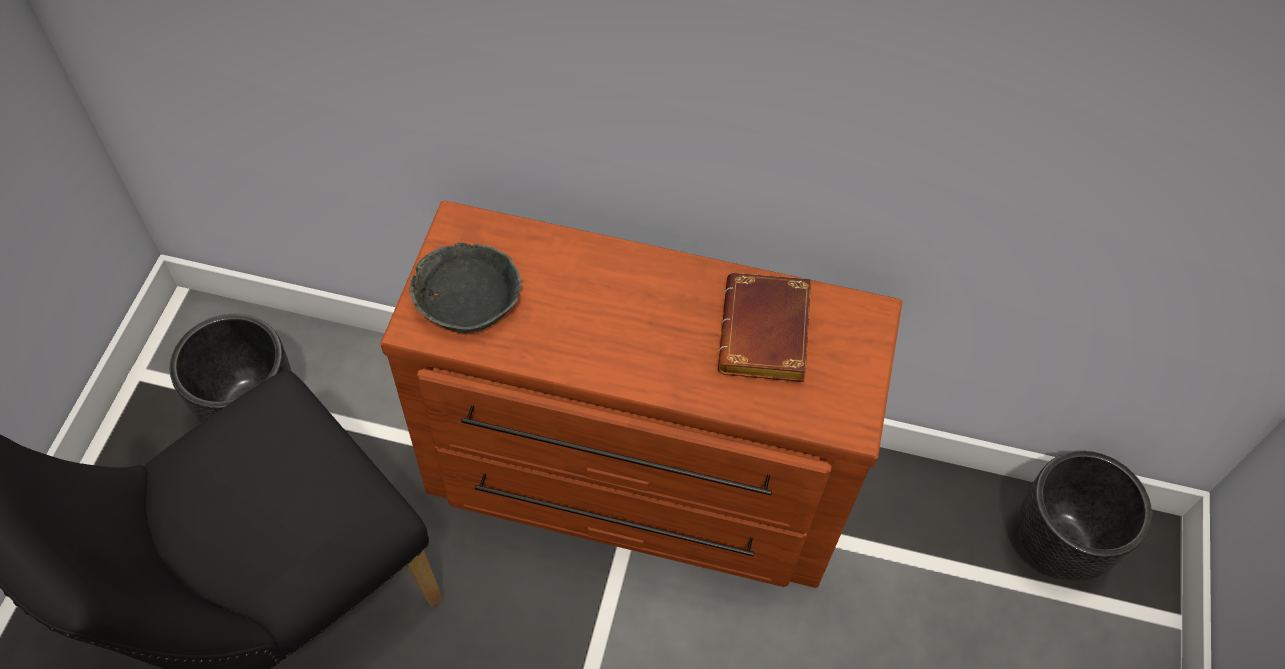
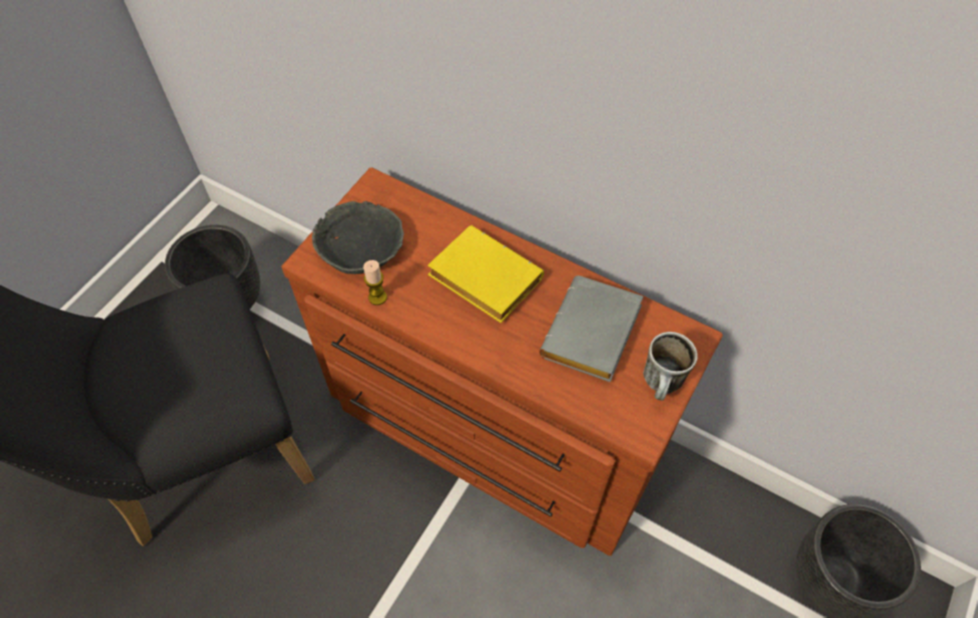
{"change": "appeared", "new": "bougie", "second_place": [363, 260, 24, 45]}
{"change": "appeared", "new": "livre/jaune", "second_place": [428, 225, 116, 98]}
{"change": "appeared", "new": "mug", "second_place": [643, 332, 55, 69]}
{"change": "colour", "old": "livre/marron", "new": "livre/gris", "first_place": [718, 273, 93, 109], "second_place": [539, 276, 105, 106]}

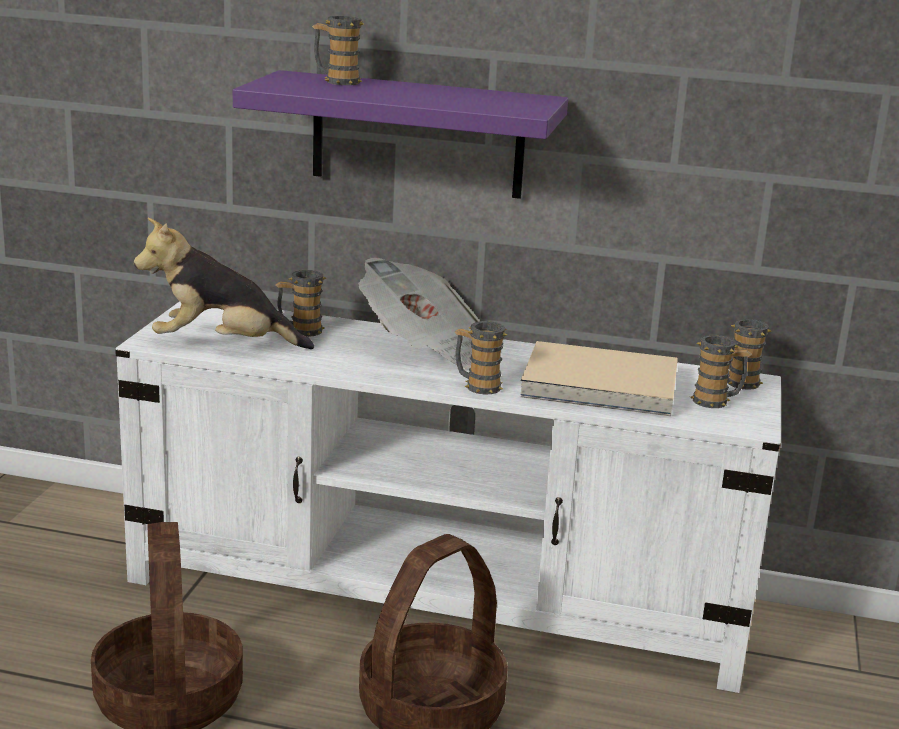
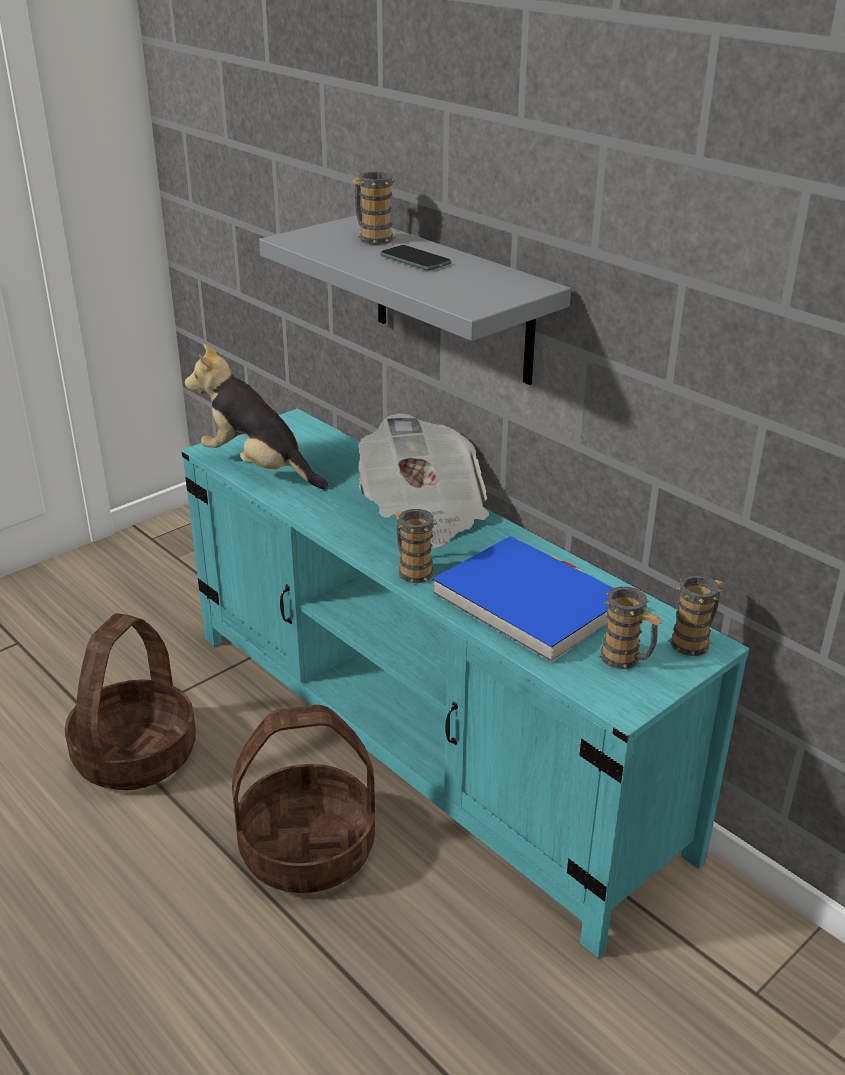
{"change": "missing", "old": "mug", "first_place": [275, 270, 51, 67]}
{"change": "appeared", "new": "téléphone", "second_place": [380, 245, 71, 26]}
{"change": "colour", "old": "meuble télé/blanc", "new": "meuble télé/turquoise", "first_place": [115, 301, 666, 392], "second_place": [182, 409, 567, 549]}
{"change": "colour", "old": "étagère/violet", "new": "étagère/gris", "first_place": [233, 70, 335, 129], "second_place": [259, 216, 312, 169]}
{"change": "colour", "old": "livre/beige", "new": "livre/bleu", "first_place": [521, 341, 157, 76], "second_place": [432, 536, 182, 127]}

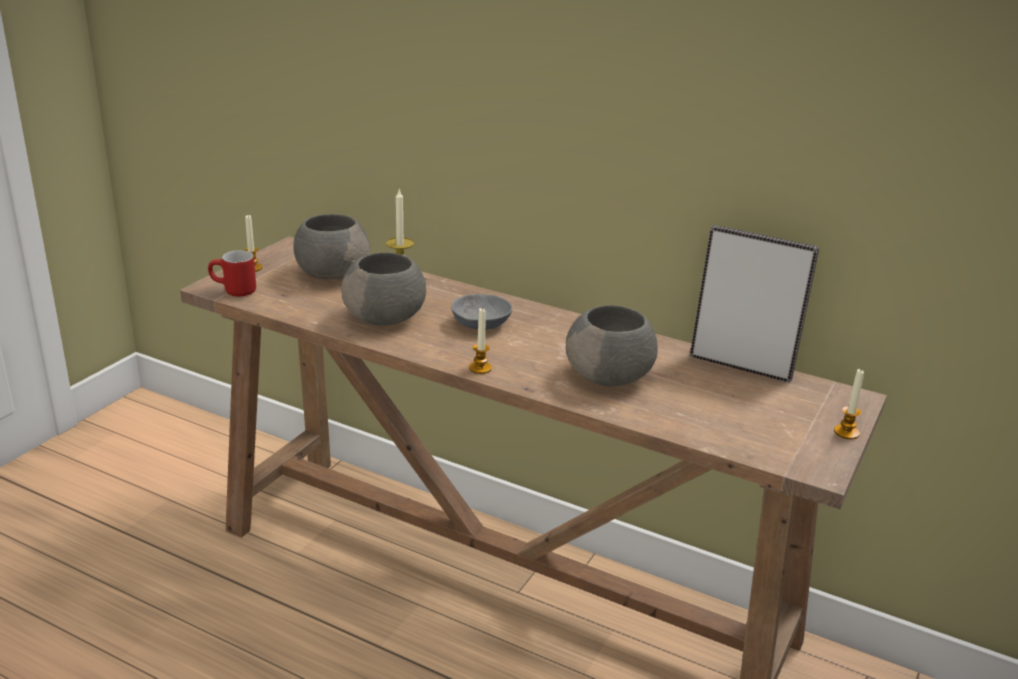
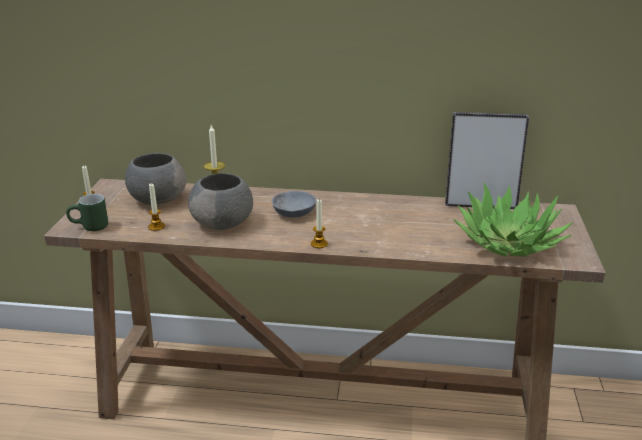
{"change": "missing", "old": "bol/gris", "first_place": [566, 305, 92, 81]}
{"change": "appeared", "new": "plante en pot", "second_place": [453, 183, 119, 74]}
{"change": "relocated", "old": "bougie", "first_place": [834, 369, 30, 70], "second_place": [148, 183, 17, 48]}
{"change": "colour", "old": "mug/rouge", "new": "mug/vert", "first_place": [208, 250, 48, 47], "second_place": [66, 194, 42, 37]}

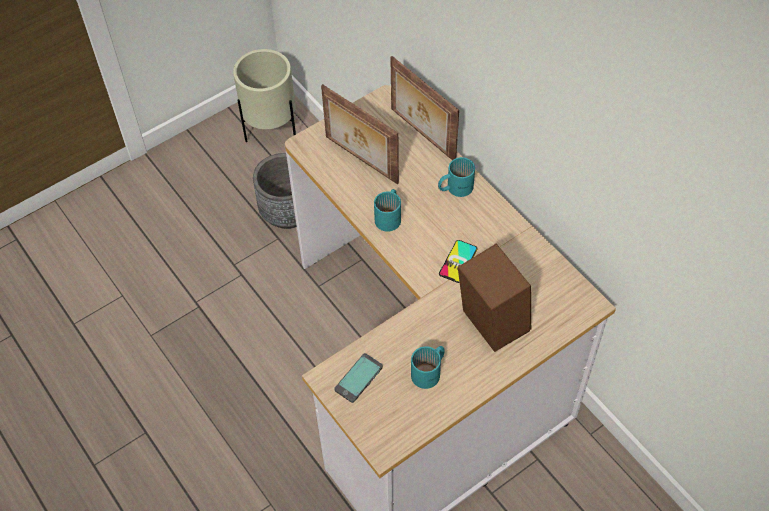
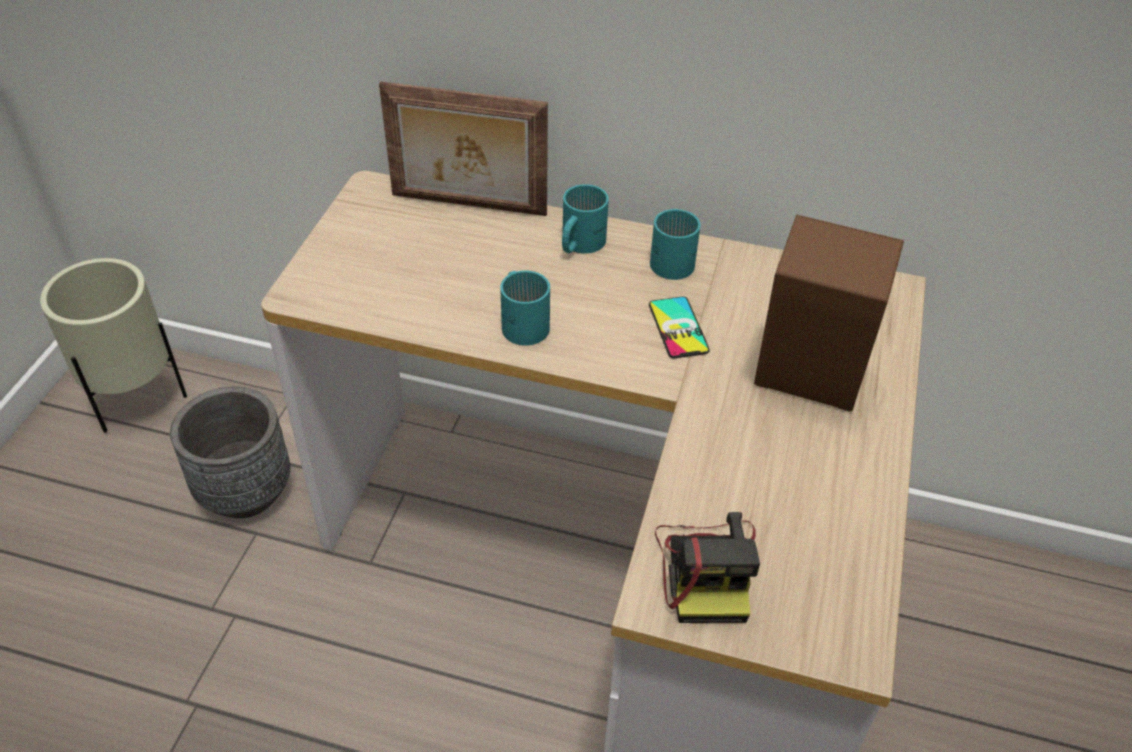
{"change": "missing", "old": "cadre photo", "first_place": [321, 84, 78, 100]}
{"change": "relocated", "old": "mug/turquoise", "first_place": [411, 346, 34, 43], "second_place": [650, 209, 51, 71]}
{"change": "exchanged", "old": "téléphone", "new": "appareil photo", "first_place": [334, 353, 49, 50], "second_place": [655, 512, 105, 111]}

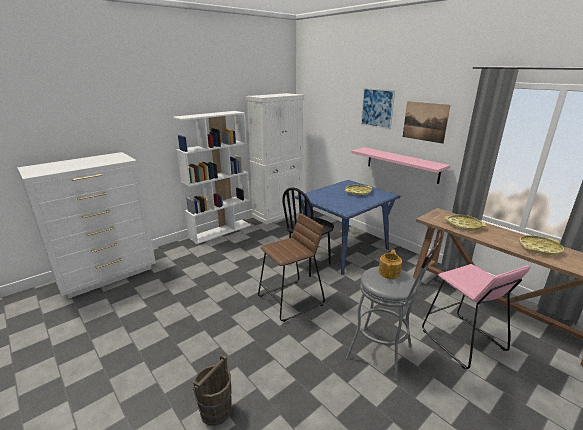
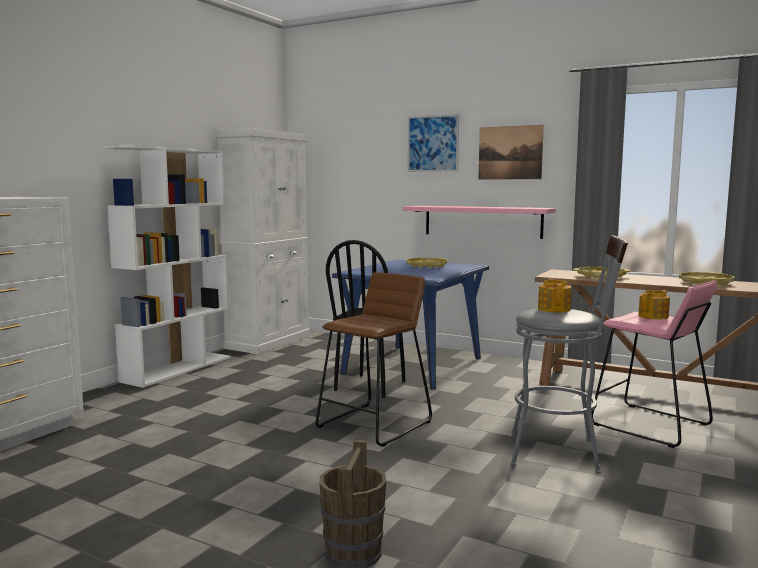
{"change": "appeared", "new": "théière", "second_place": [638, 290, 32, 29]}

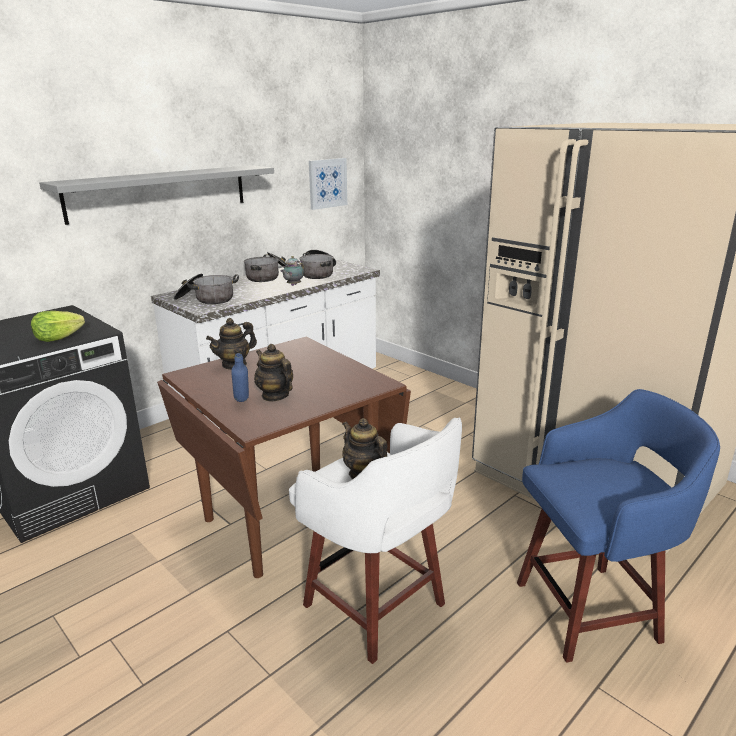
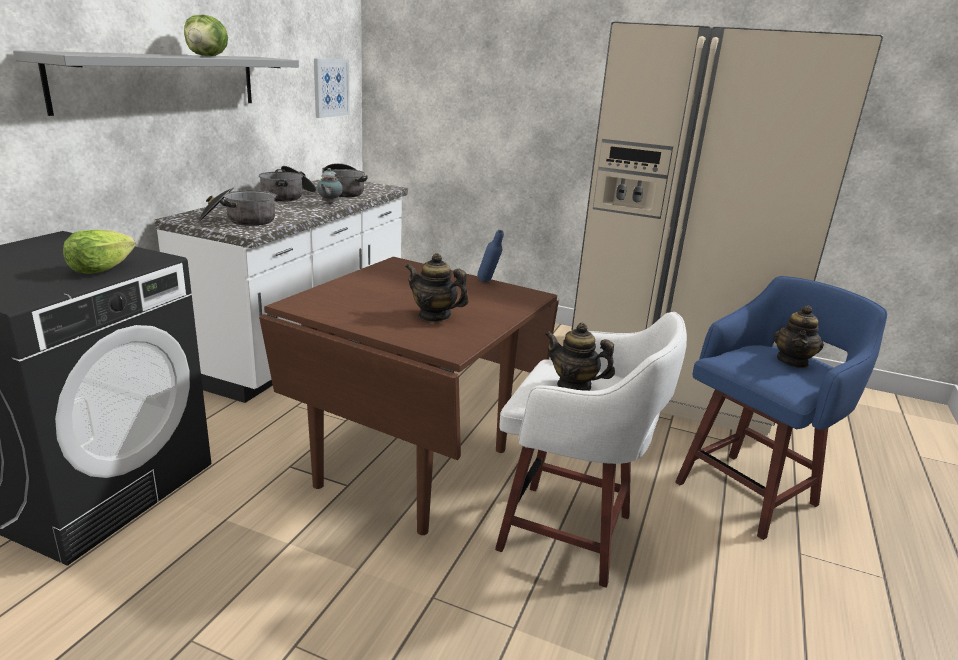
{"change": "appeared", "new": "laitue", "second_place": [184, 15, 44, 41]}
{"change": "relocated", "old": "théière", "first_place": [206, 318, 51, 52], "second_place": [774, 305, 50, 63]}
{"change": "relocated", "old": "bouteille/bleu", "first_place": [231, 353, 18, 49], "second_place": [477, 230, 27, 52]}

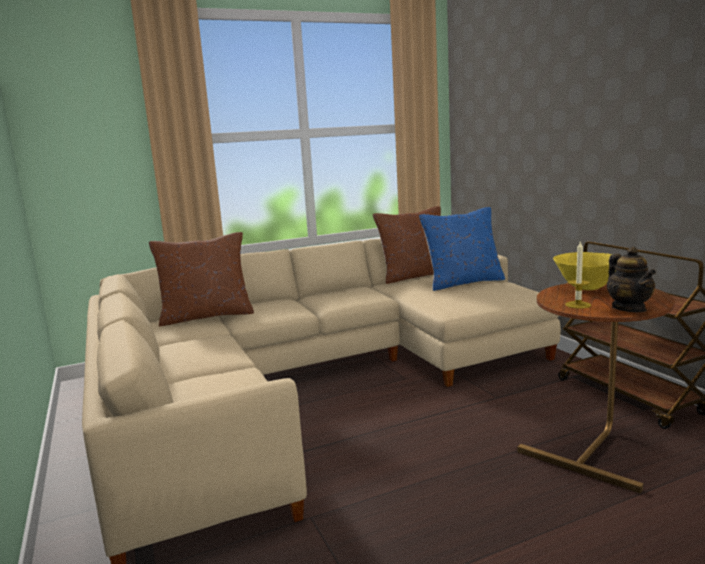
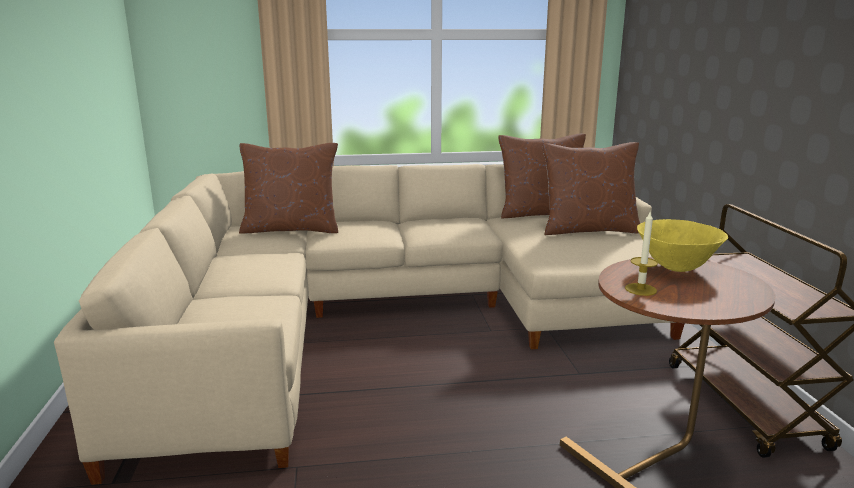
{"change": "missing", "old": "théière", "first_place": [607, 247, 49, 65]}
{"change": "colour", "old": "coussin/bleu", "new": "coussin/marron", "first_place": [419, 207, 86, 84], "second_place": [542, 142, 98, 93]}

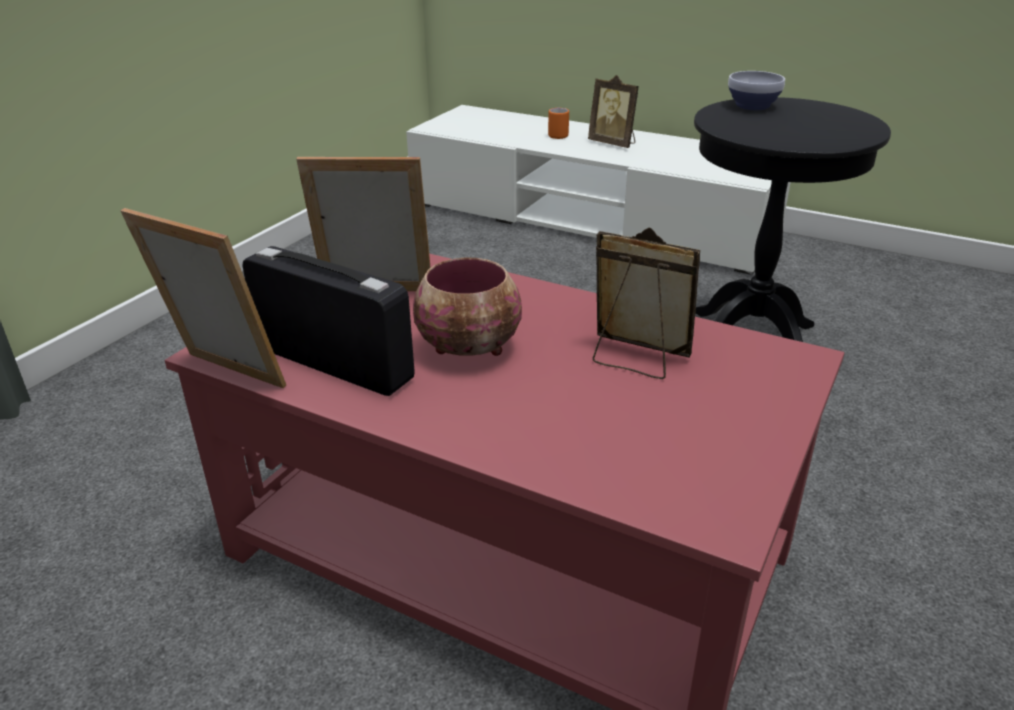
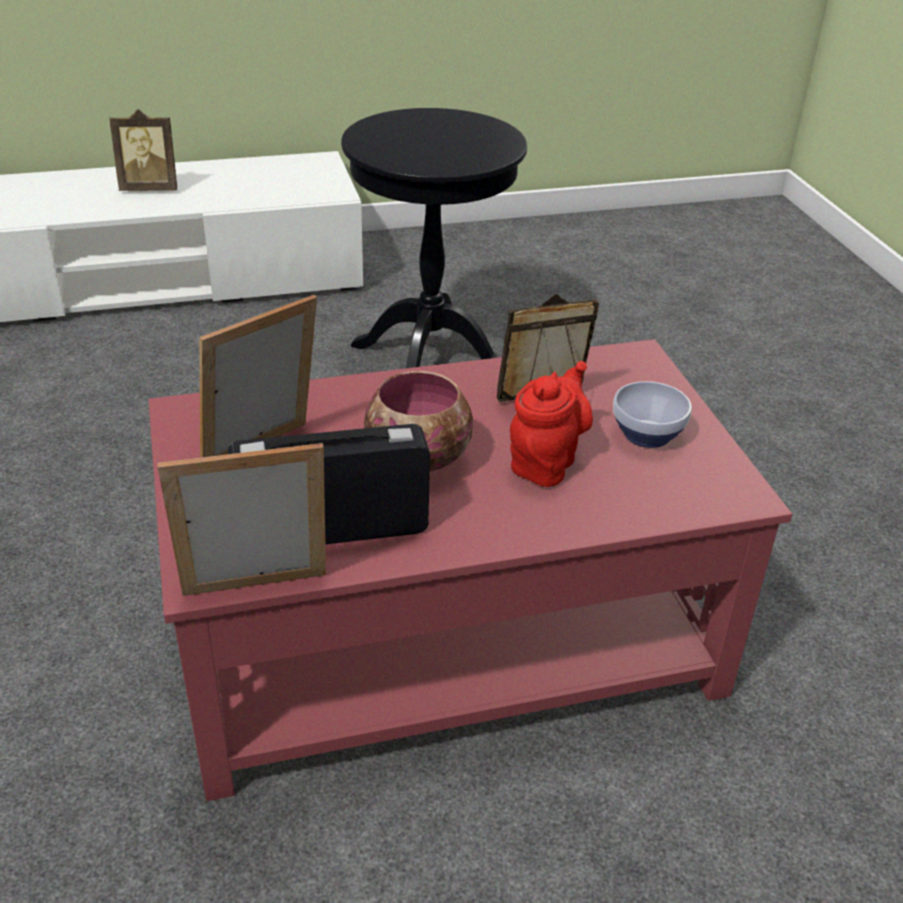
{"change": "missing", "old": "mug/orange", "first_place": [548, 108, 21, 31]}
{"change": "appeared", "new": "théière/rouge", "second_place": [510, 361, 83, 126]}
{"change": "relocated", "old": "bol", "first_place": [728, 71, 57, 39], "second_place": [613, 381, 79, 67]}

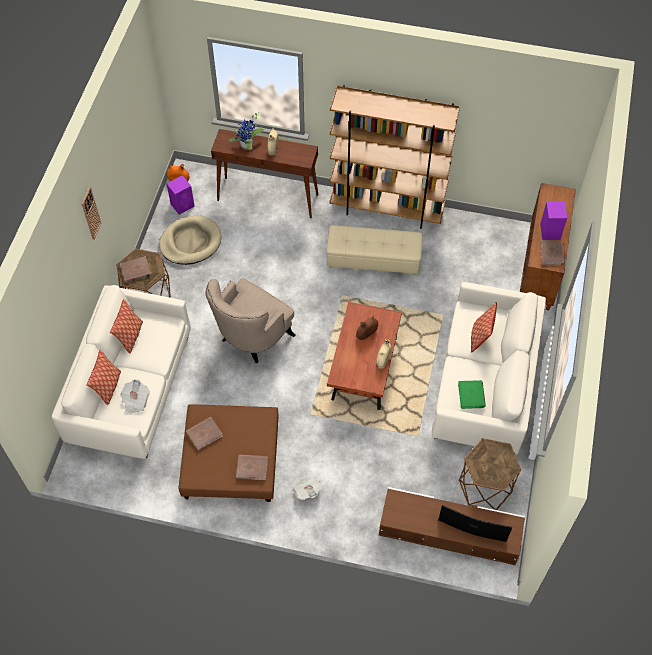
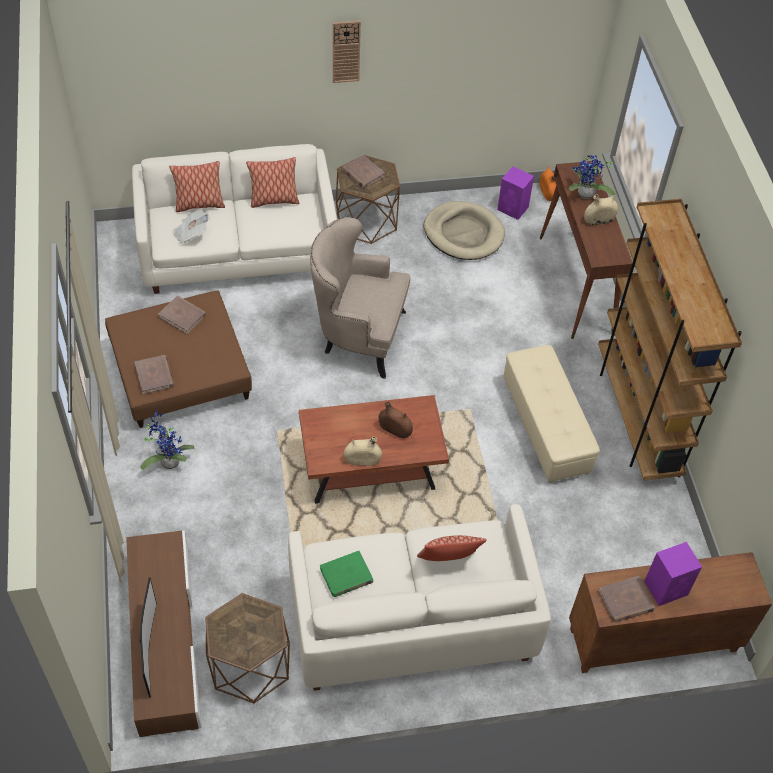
{"change": "exchanged", "old": "journal", "new": "plante en pot", "first_place": [292, 476, 30, 24], "second_place": [140, 410, 54, 60]}

